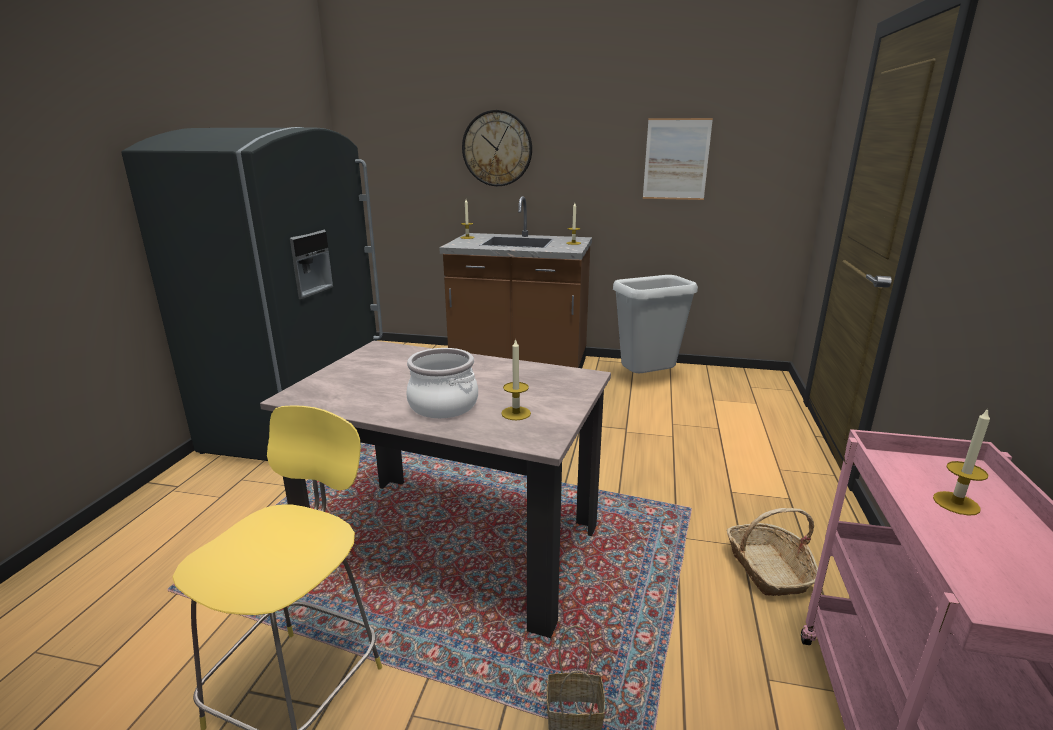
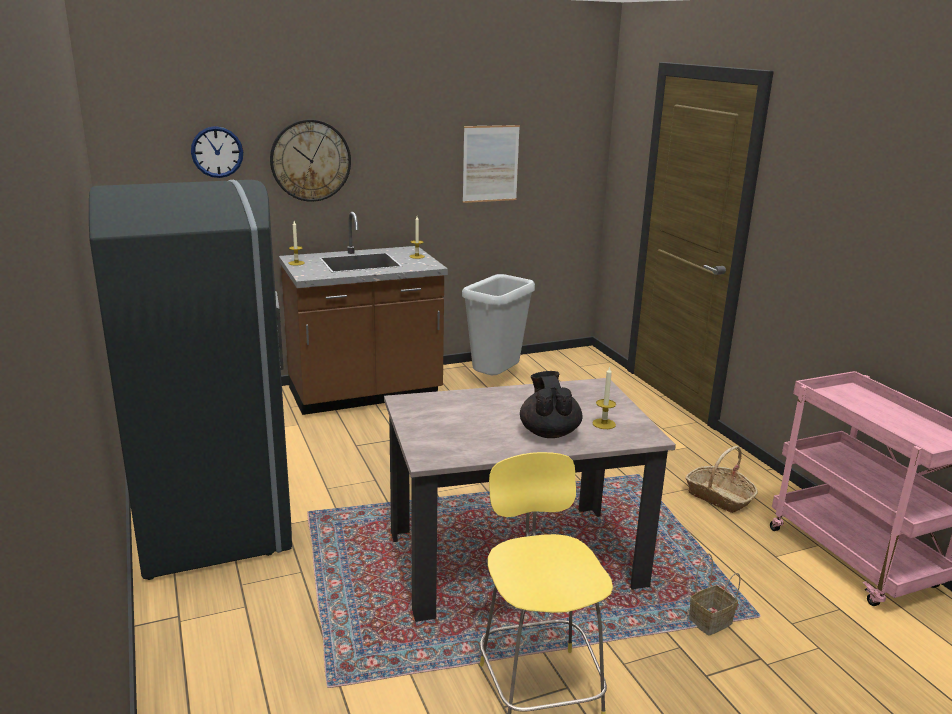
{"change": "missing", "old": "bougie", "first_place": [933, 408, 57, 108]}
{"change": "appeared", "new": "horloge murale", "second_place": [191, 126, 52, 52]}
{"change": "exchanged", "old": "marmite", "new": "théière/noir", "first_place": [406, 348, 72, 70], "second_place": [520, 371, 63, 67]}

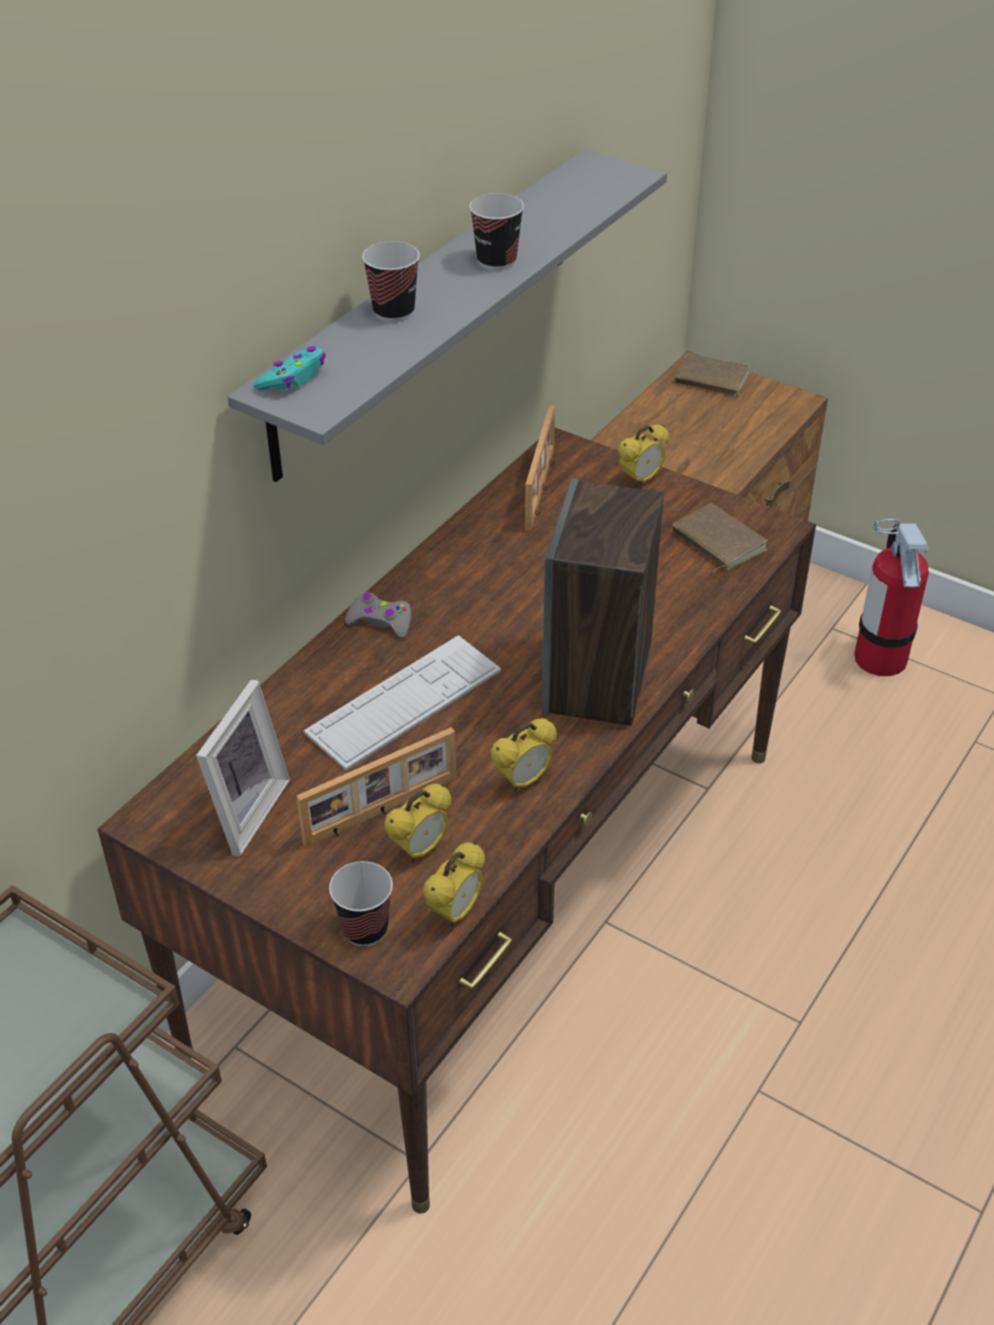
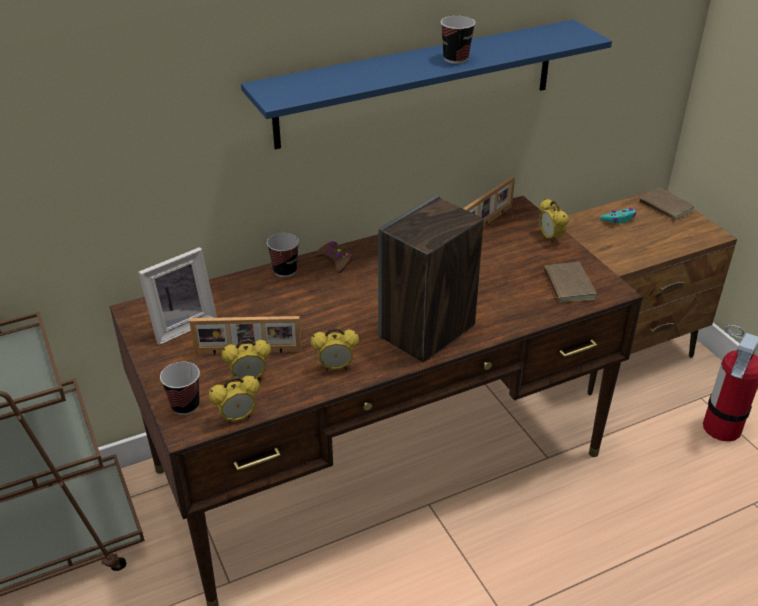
{"change": "missing", "old": "clavier", "first_place": [304, 635, 197, 136]}
{"change": "relocated", "old": "manette/turquoise", "first_place": [253, 346, 73, 44], "second_place": [600, 208, 37, 16]}
{"change": "relocated", "old": "tasse", "first_place": [362, 241, 58, 81], "second_place": [267, 233, 32, 44]}
{"change": "colour", "old": "étagère/gris", "new": "étagère/bleu", "first_place": [227, 149, 440, 333], "second_place": [241, 20, 371, 130]}
{"change": "colour", "old": "manette/gris", "new": "manette/marron", "first_place": [345, 592, 67, 46], "second_place": [315, 241, 38, 32]}
{"change": "spun", "old": "réveil", "first_place": [618, 425, 51, 62], "second_place": [539, 199, 30, 44], "degrees": 75}

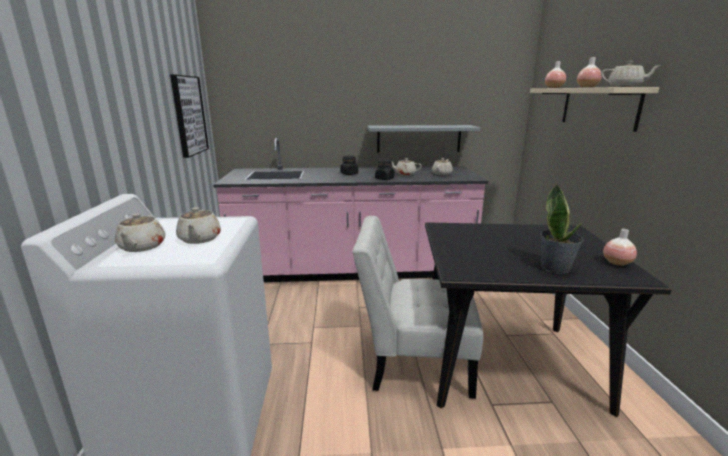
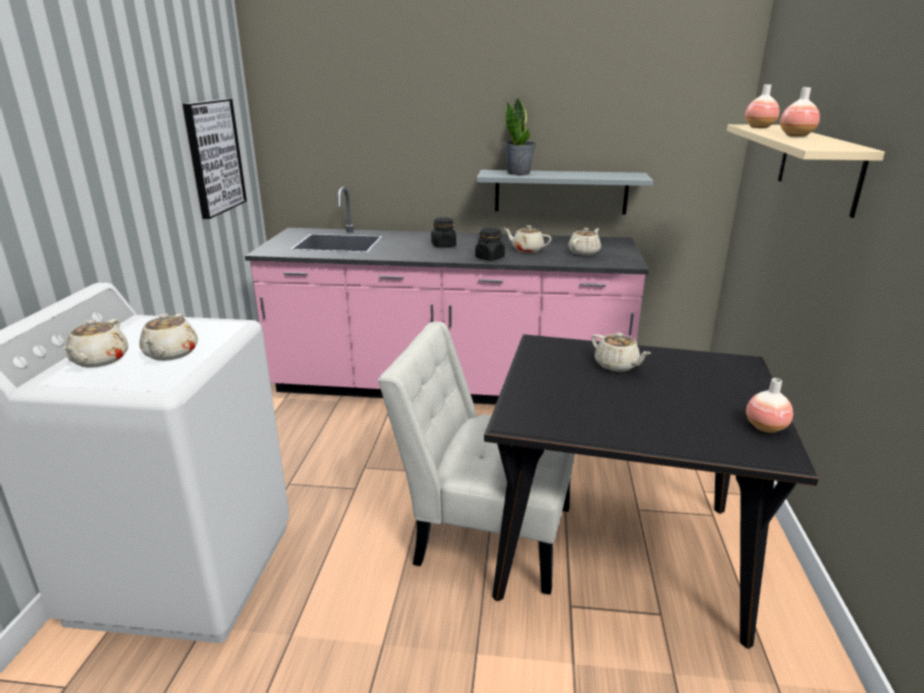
{"change": "relocated", "old": "plante en pot", "first_place": [540, 183, 44, 91], "second_place": [504, 97, 32, 78]}
{"change": "relocated", "old": "théière/beige", "first_place": [601, 61, 61, 26], "second_place": [591, 333, 60, 39]}

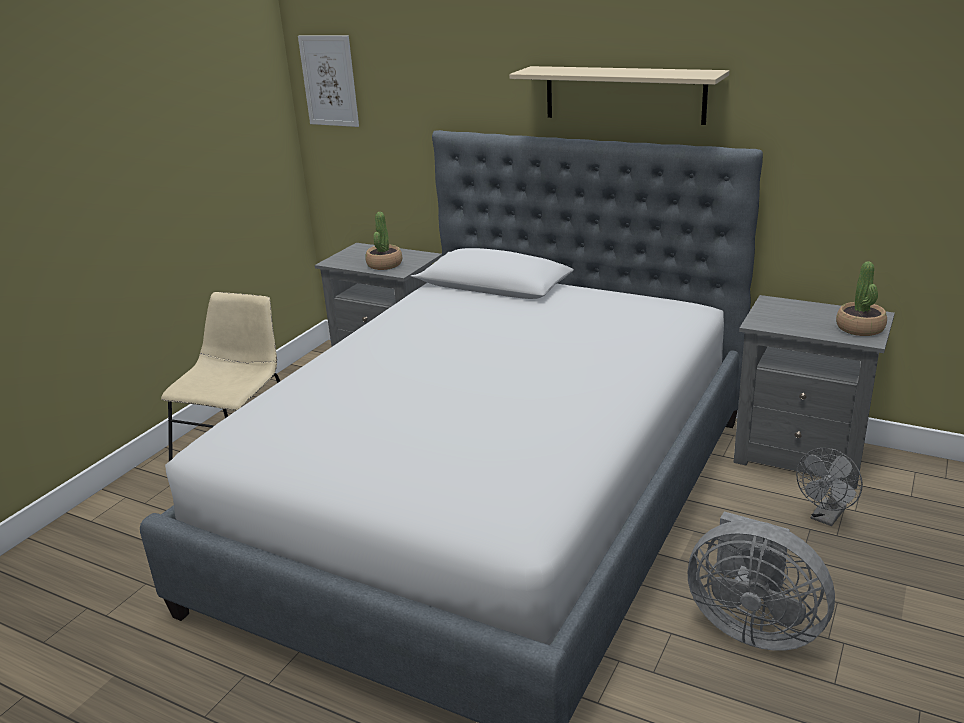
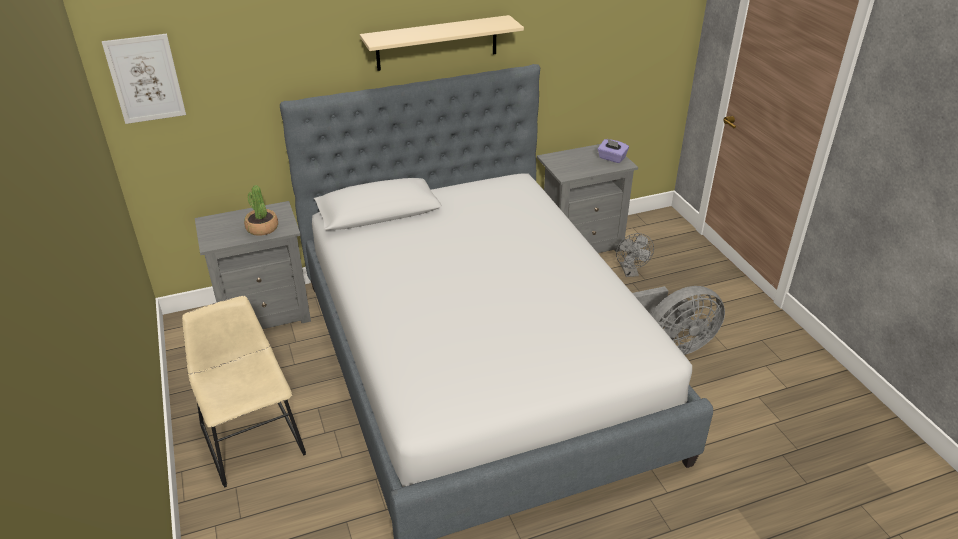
{"change": "exchanged", "old": "plante en pot", "new": "boîte à mouchoirs/violet", "first_place": [836, 261, 51, 75], "second_place": [598, 139, 31, 24]}

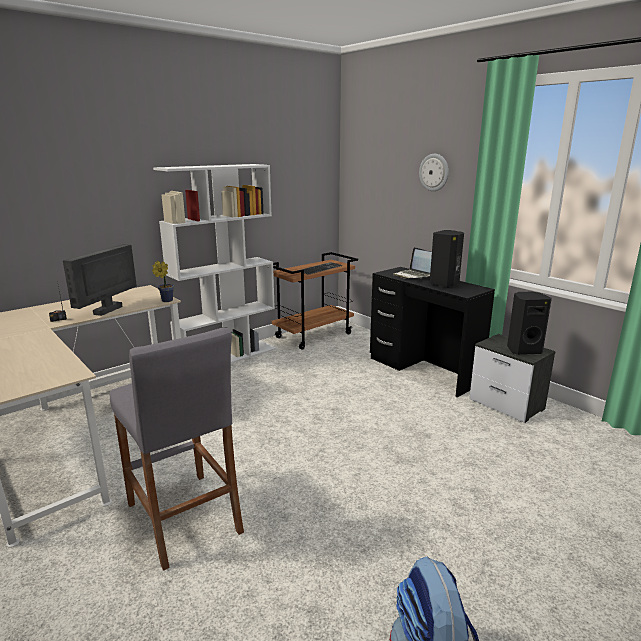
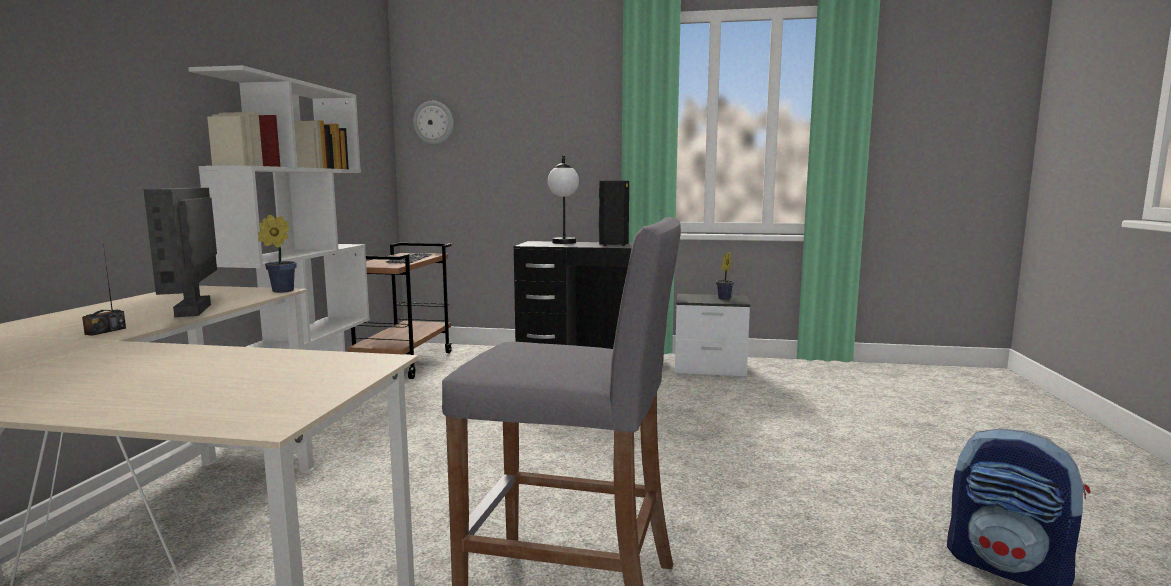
{"change": "relocated", "old": "horloge murale", "first_place": [419, 154, 30, 37], "second_place": [413, 101, 41, 44]}
{"change": "exchanged", "old": "ordinateur portable", "new": "lampe de table", "first_place": [393, 247, 39, 32], "second_place": [548, 156, 31, 88]}
{"change": "exchanged", "old": "enceinte/noir", "new": "plante en pot", "first_place": [507, 292, 45, 63], "second_place": [716, 252, 18, 48]}

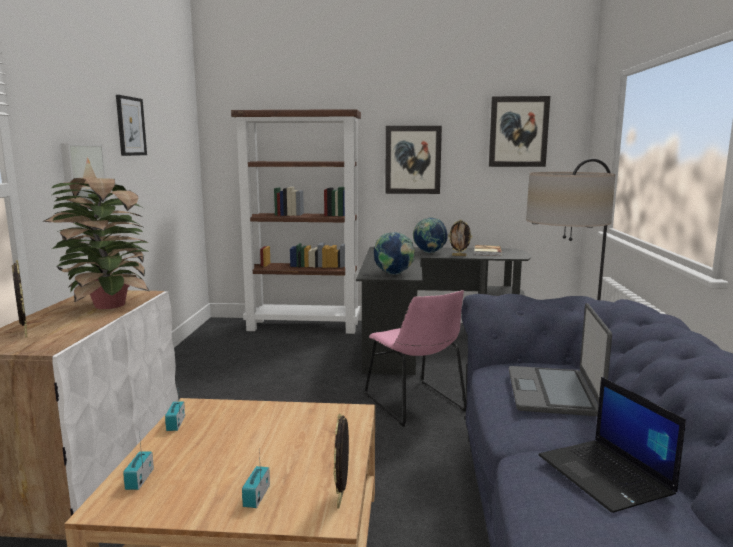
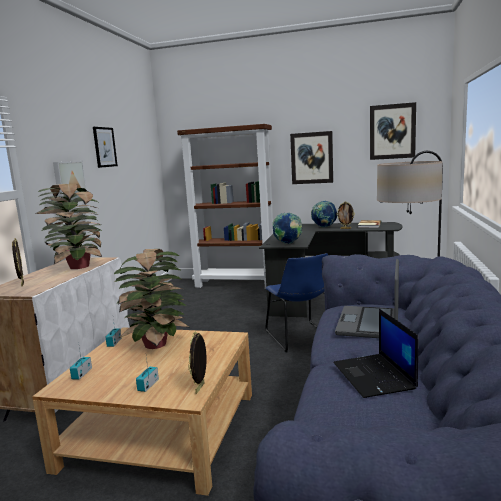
{"change": "appeared", "new": "plante en pot", "second_place": [114, 249, 77, 100]}
{"change": "colour", "old": "chaise/rose", "new": "chaise/bleu", "first_place": [364, 290, 103, 137], "second_place": [265, 253, 63, 100]}

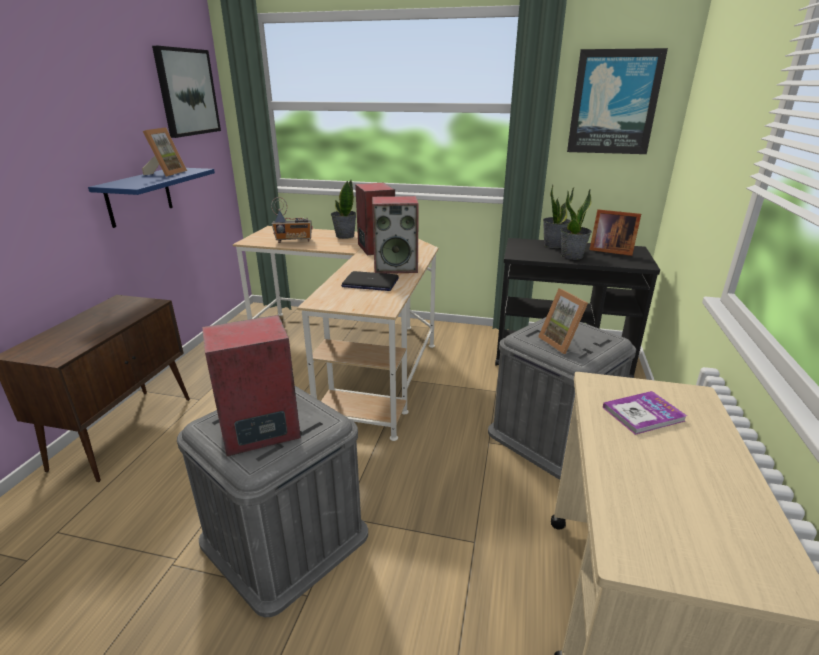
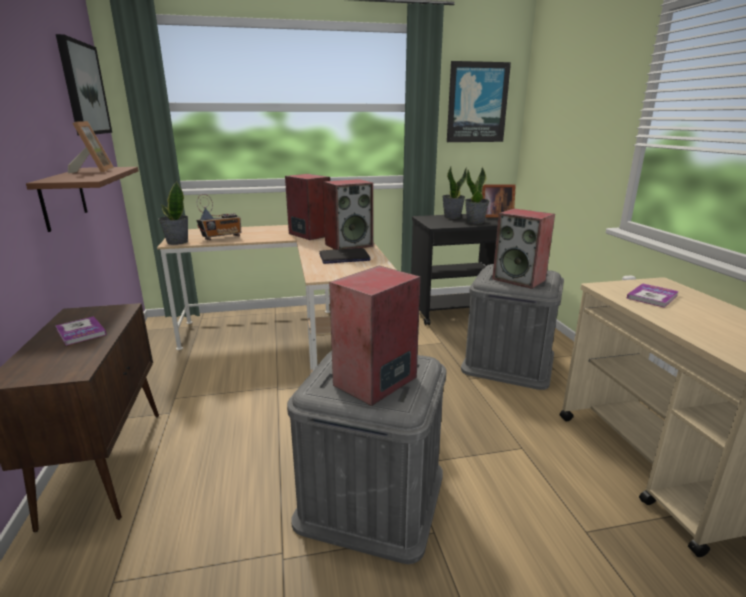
{"change": "appeared", "new": "livre", "second_place": [55, 316, 52, 30]}
{"change": "relocated", "old": "plante en pot", "first_place": [331, 180, 26, 59], "second_place": [158, 182, 30, 63]}
{"change": "exchanged", "old": "cadre photo", "new": "enceinte", "first_place": [538, 288, 50, 66], "second_place": [492, 209, 63, 80]}
{"change": "colour", "old": "étagère/bleu", "new": "étagère/marron", "first_place": [88, 168, 127, 60], "second_place": [26, 167, 112, 65]}

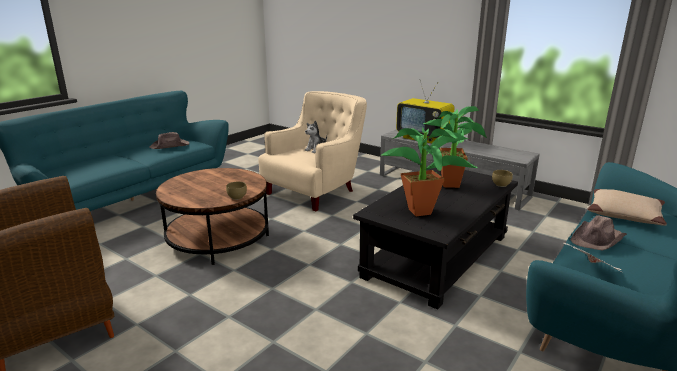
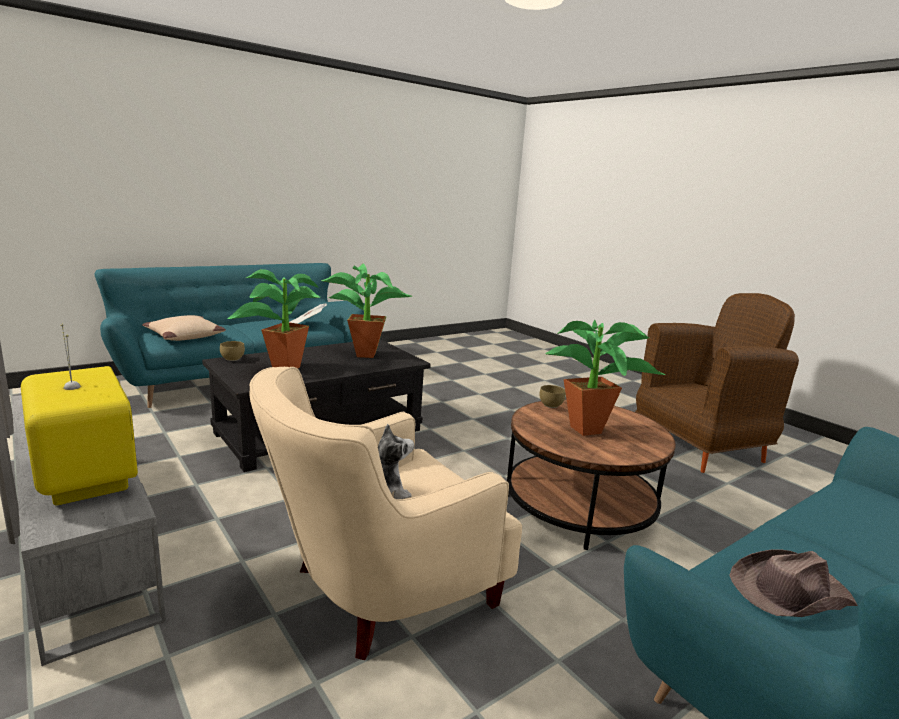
{"change": "missing", "old": "chapeau/marron", "first_place": [571, 215, 56, 35]}
{"change": "appeared", "new": "plante en pot", "second_place": [545, 320, 120, 116]}

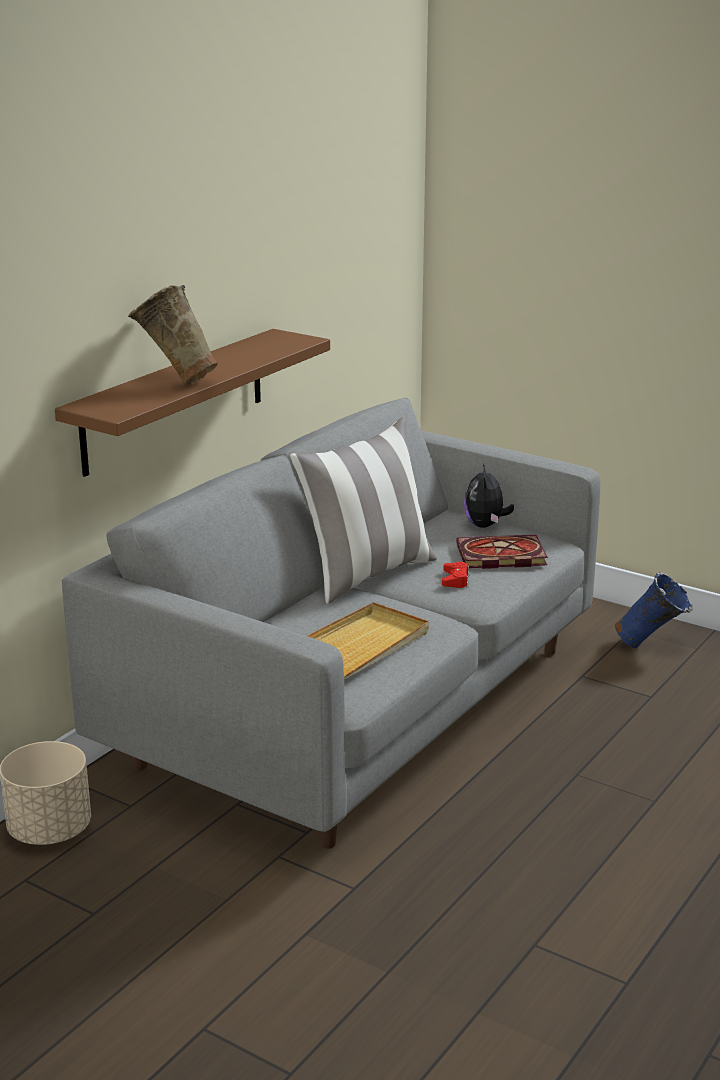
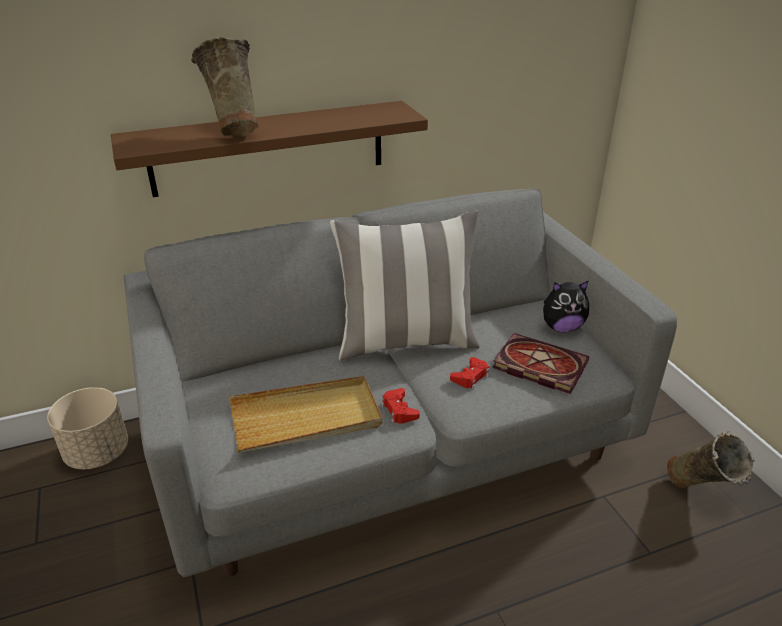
{"change": "appeared", "new": "manette/rouge", "second_place": [382, 388, 38, 36]}
{"change": "colour", "old": "vase/bleu", "new": "vase/beige", "first_place": [615, 572, 78, 76], "second_place": [667, 431, 88, 57]}
{"change": "spun", "old": "peluche", "first_place": [464, 464, 50, 64], "second_place": [543, 280, 46, 52], "degrees": -135}

